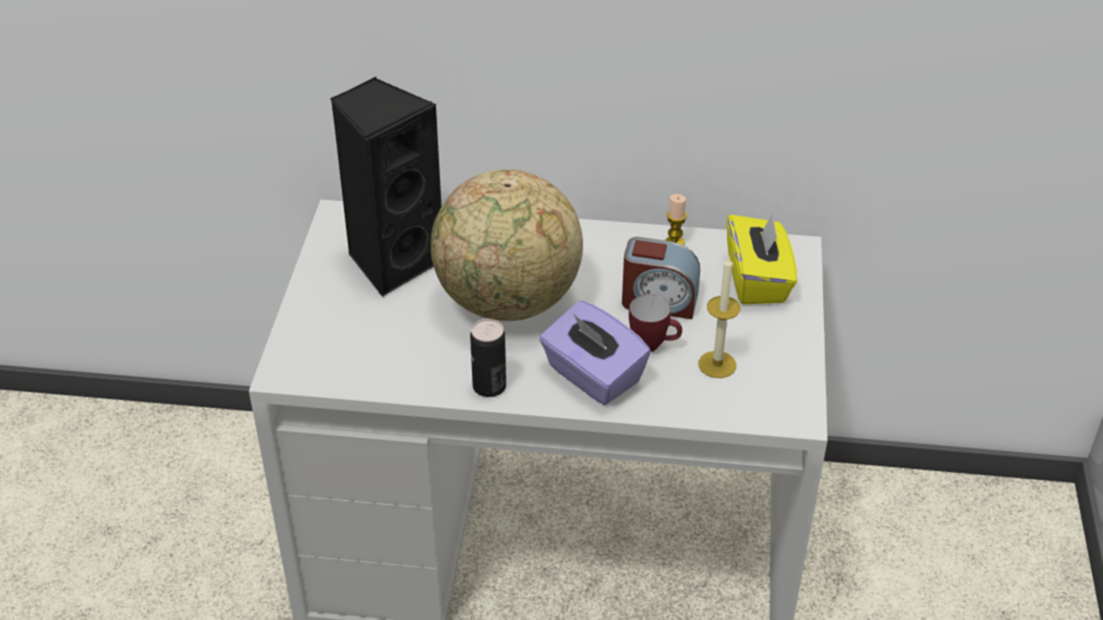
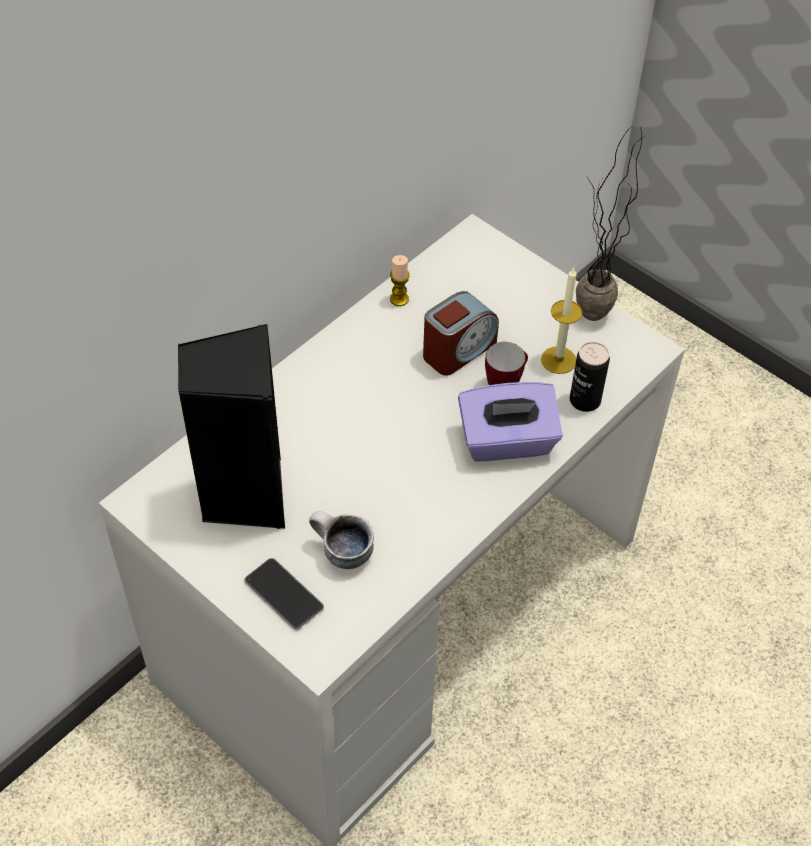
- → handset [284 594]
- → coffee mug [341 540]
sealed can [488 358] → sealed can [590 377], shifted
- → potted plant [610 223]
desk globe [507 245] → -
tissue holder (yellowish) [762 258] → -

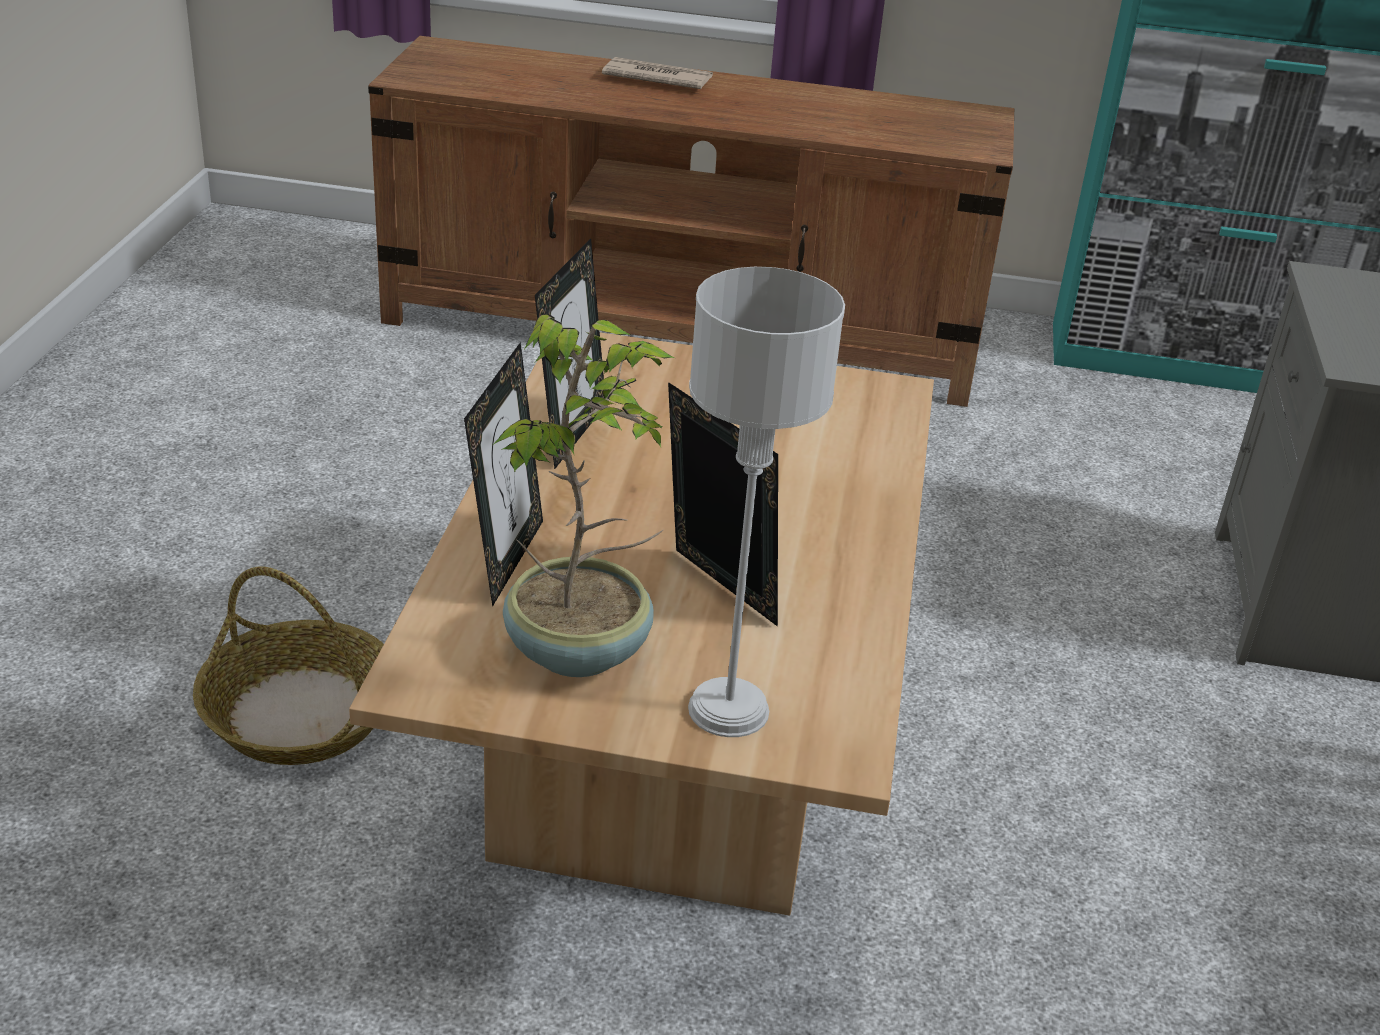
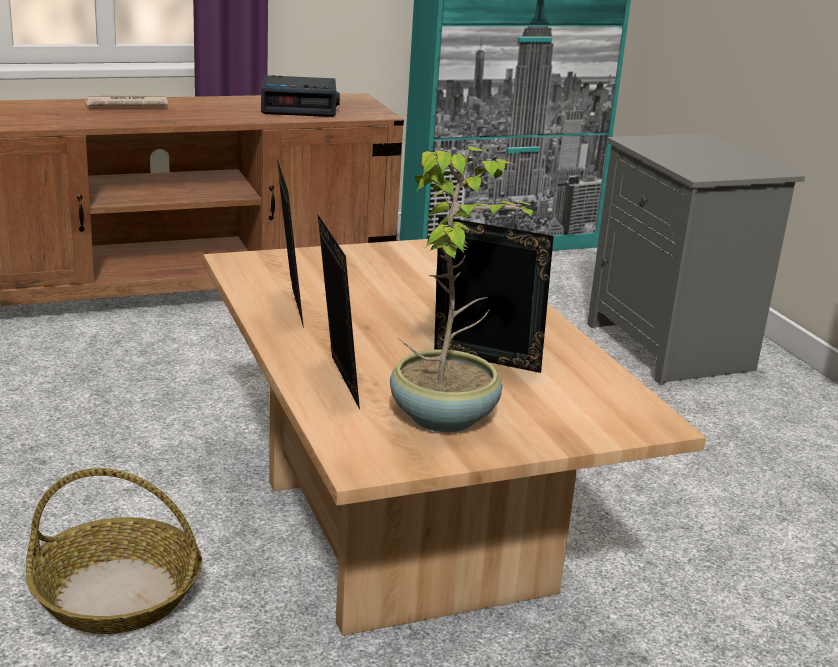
- → alarm clock [300 96]
tabletop lamp (grey) [766 502] → -

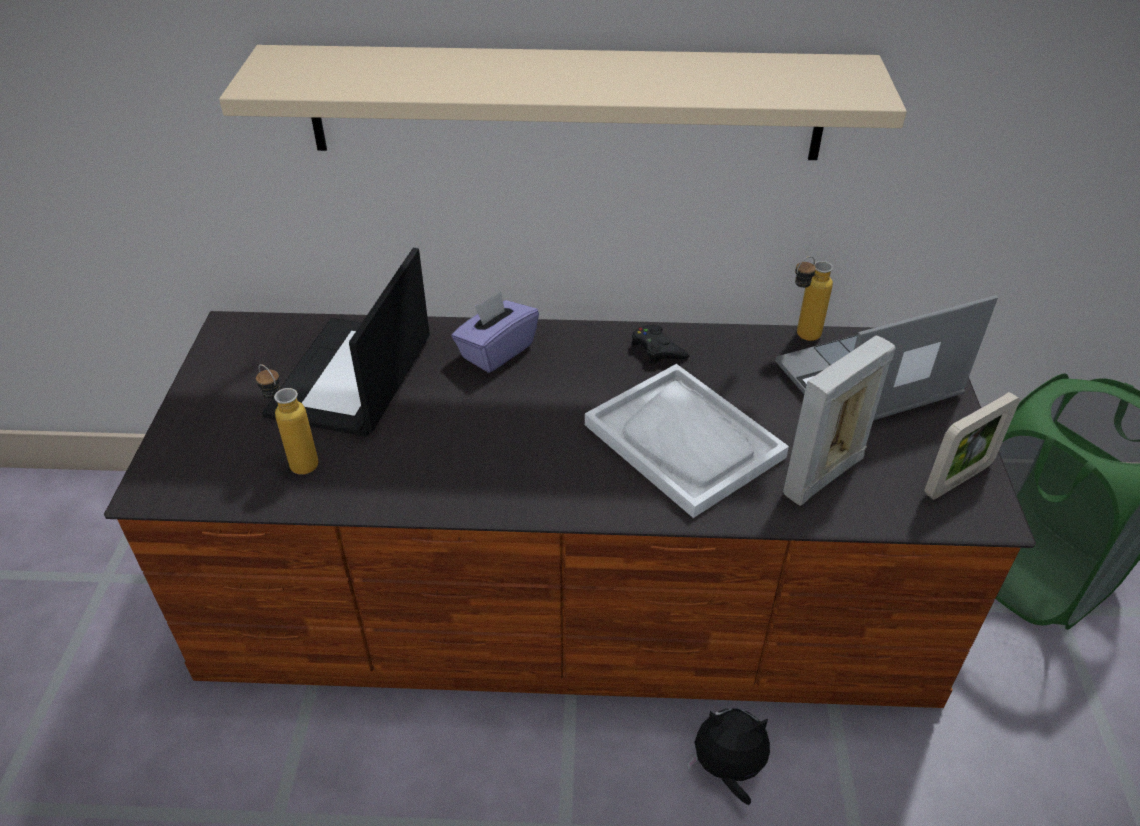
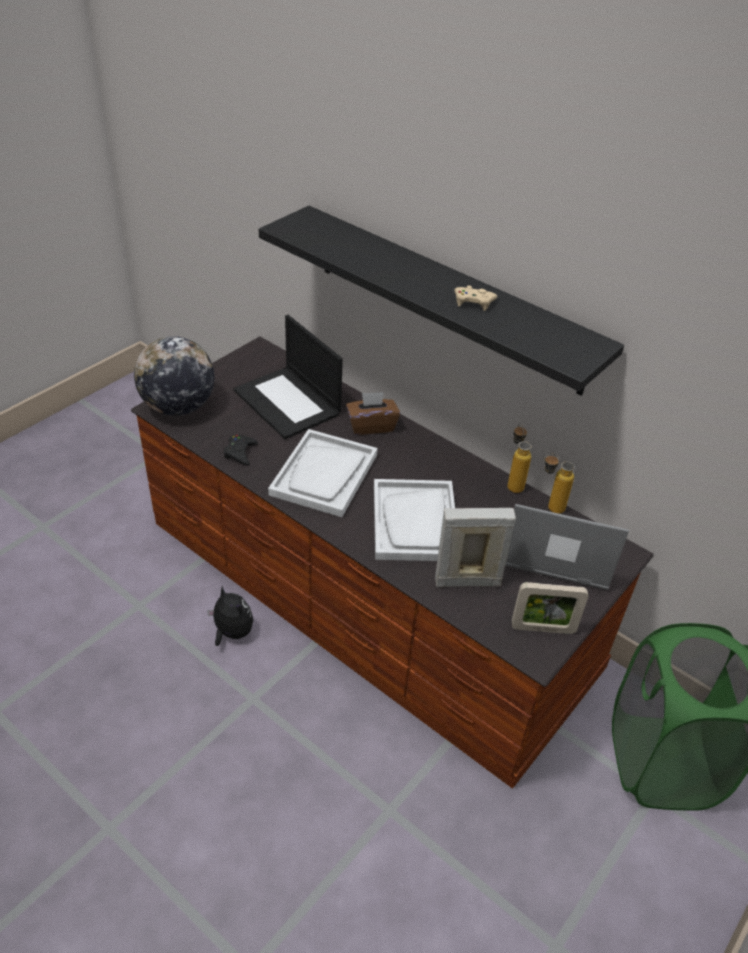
- → desk globe [174 376]
plush toy [728 756] → plush toy [230 616], shifted
game controller (black-coloured) [660 344] → game controller (black-coloured) [241 450], shifted
notebook computer [346 342] → notebook computer [288 377], 90 degrees counterclockwise
shelf (sand-coloured) [563 102] → shelf (black-coloured) [441 301]
- → carrying tray (whitish) [323 473]
tissue holder (purple) [495 332] → tissue holder (brown-coloured) [373 413]
- → game controller (sand-coloured) [475 298]
bottle [287 419] → bottle [519 458], shifted

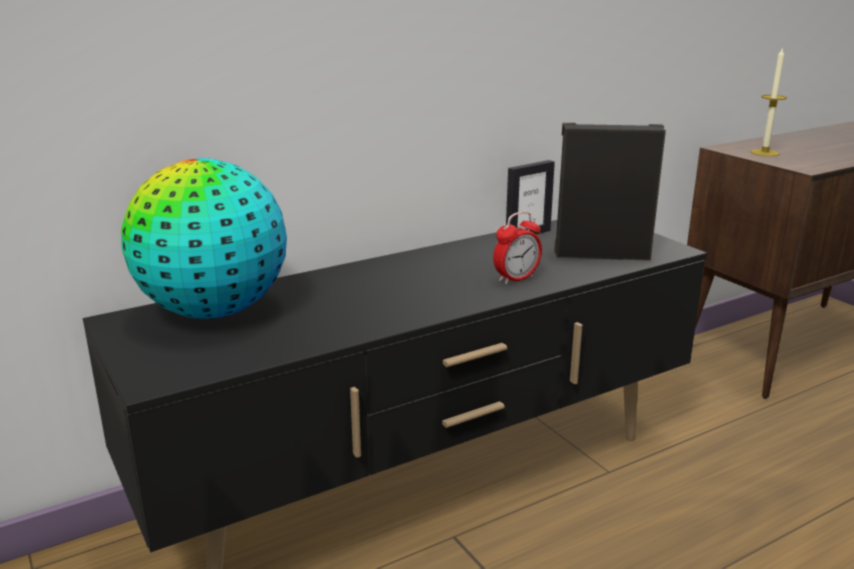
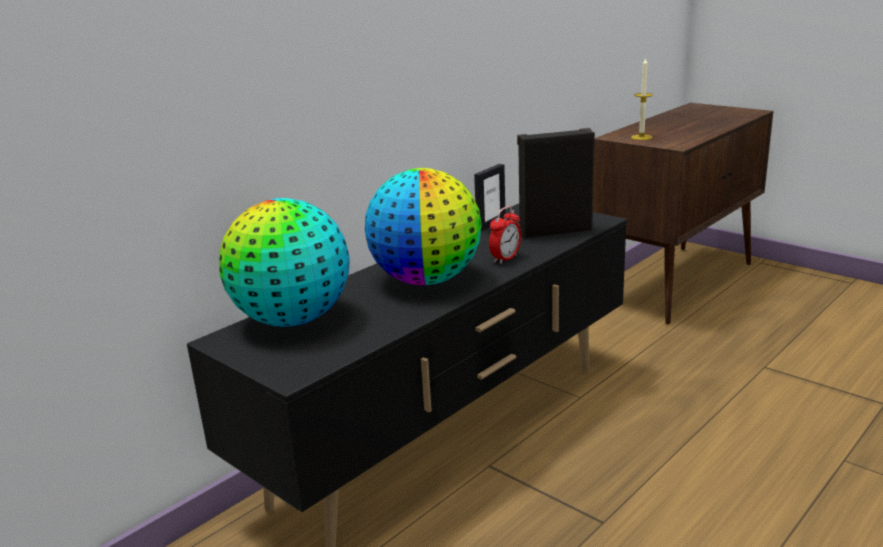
- → desk globe [423 226]

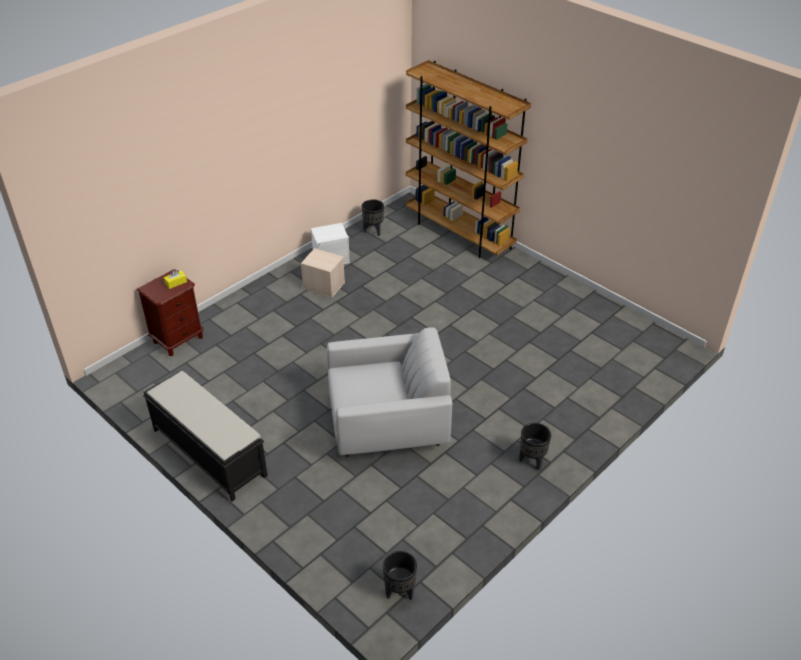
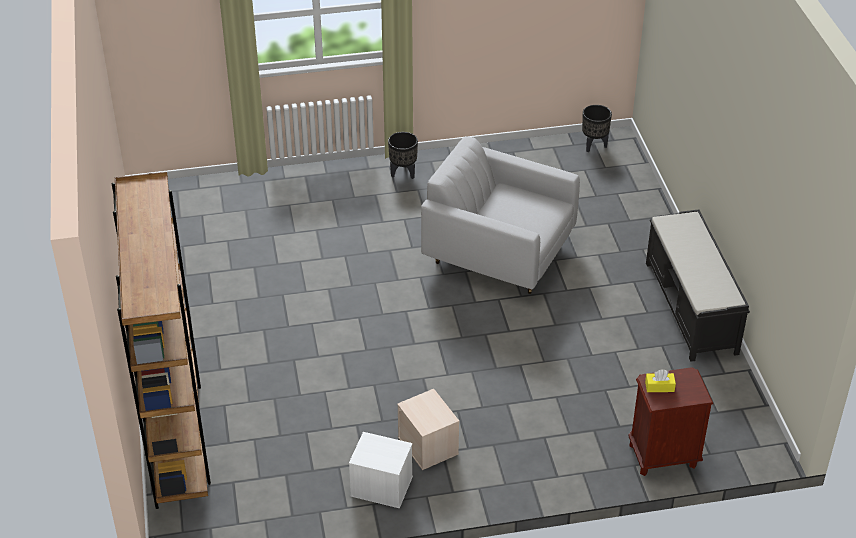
planter (black-coloured) [373 217] → -

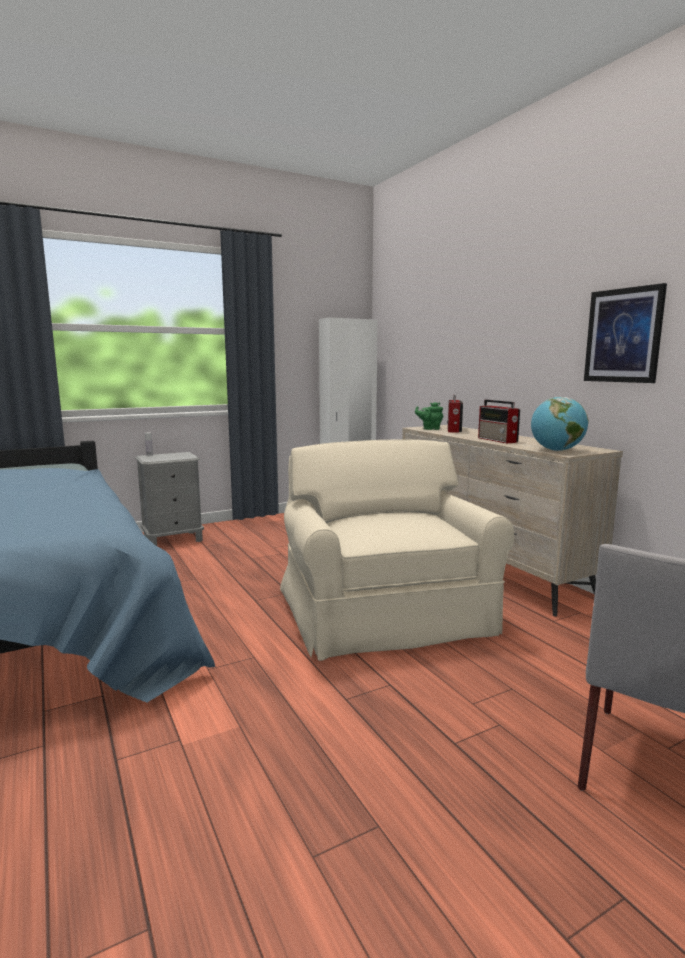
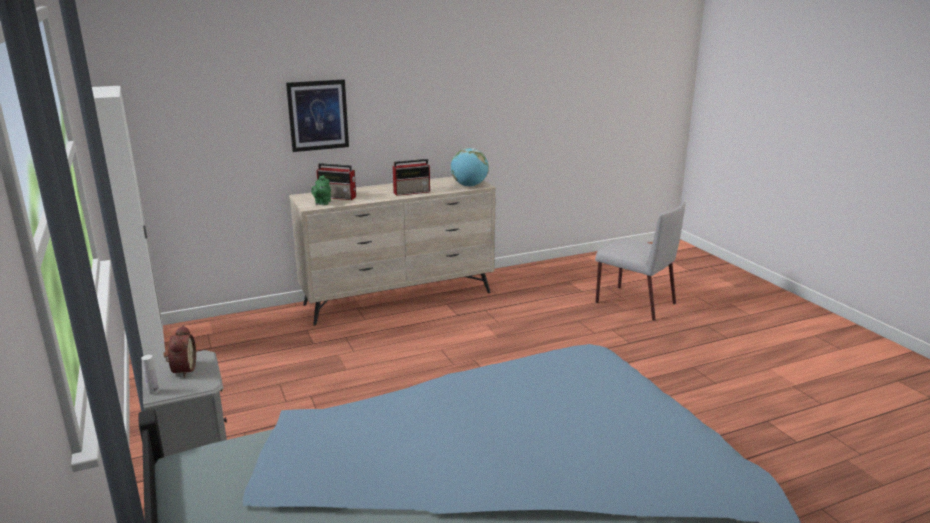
- → alarm clock [180 351]
wall picture [625 333] → wall picture [317 115], shifted
easy chair (sand-coloured) [397 550] → -

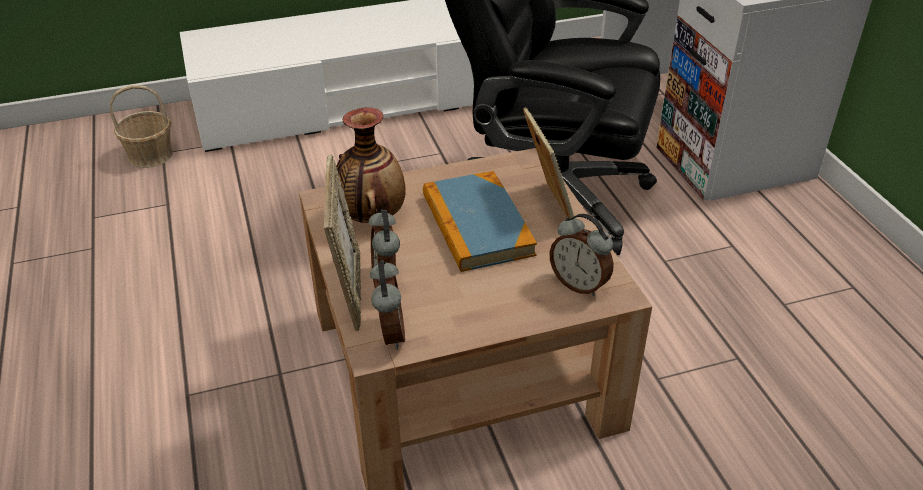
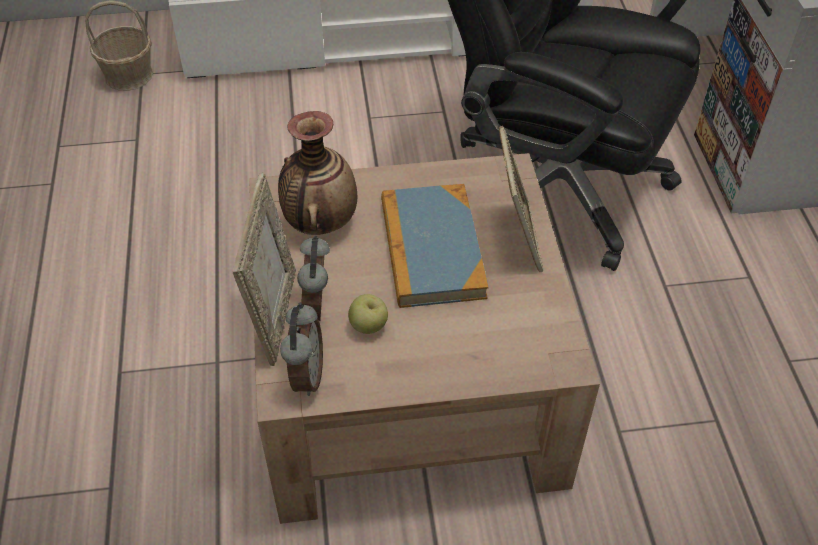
- → apple [368 314]
alarm clock [582 254] → -

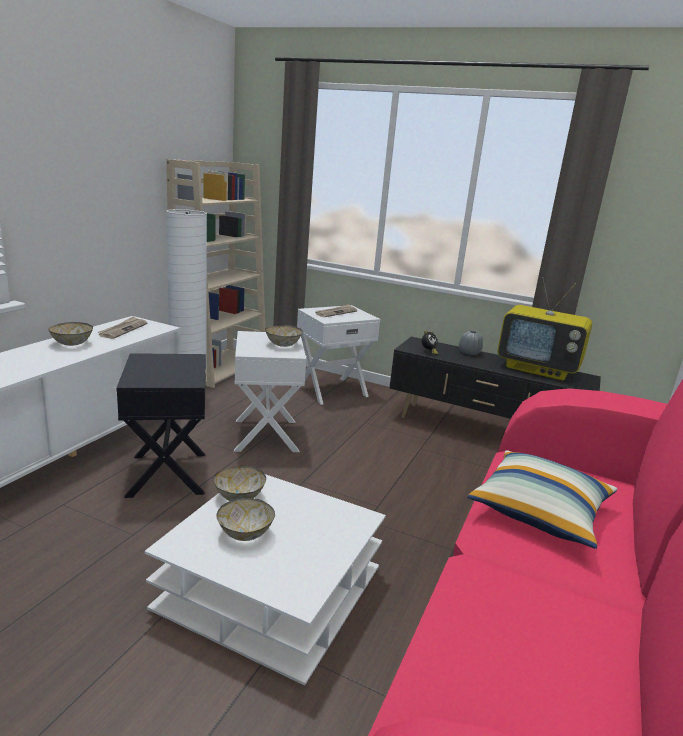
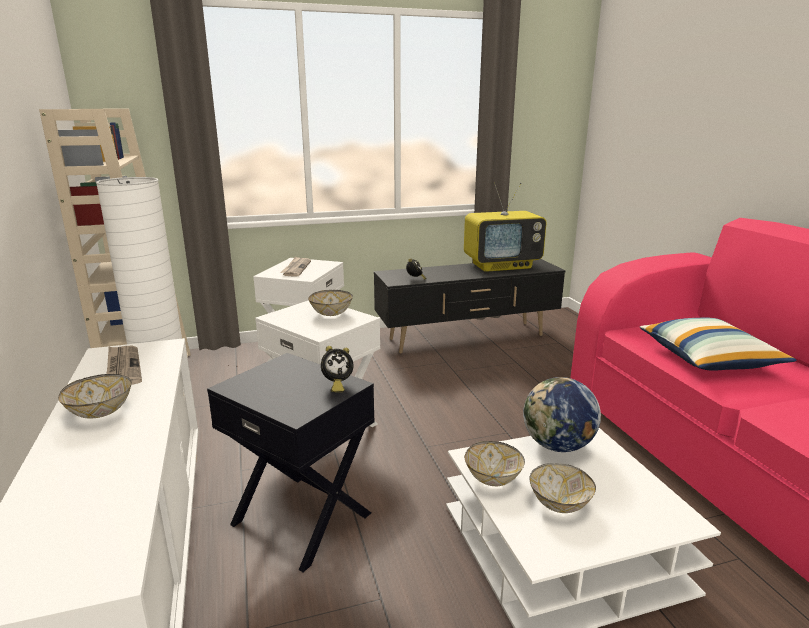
- → alarm clock [337 369]
- → desk globe [562 414]
decorative vase (grey) [471 343] → -

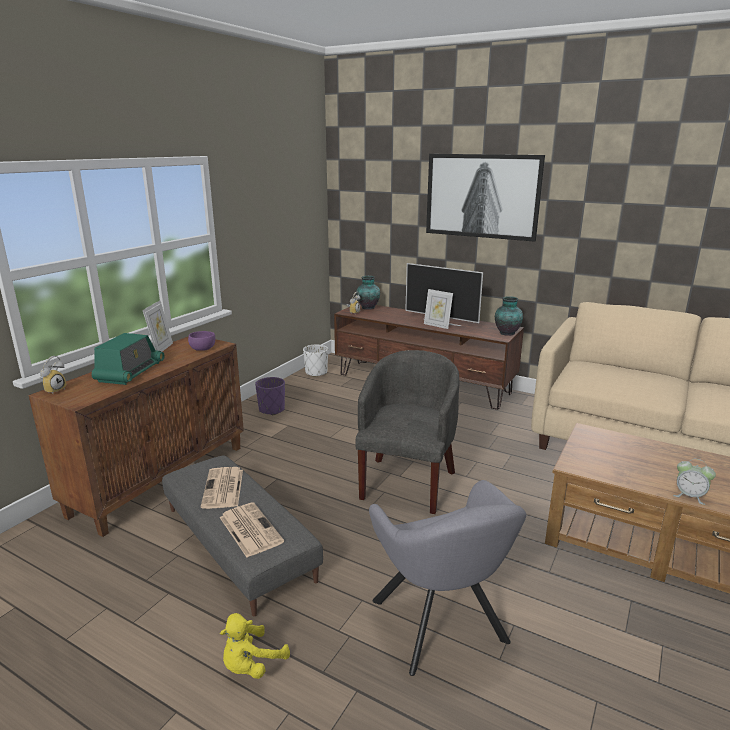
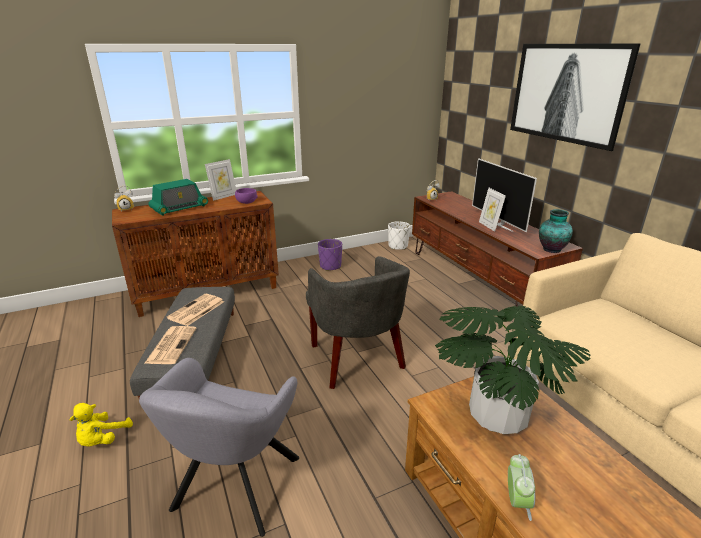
plush toy (yellowish) [255 646] → plush toy (yellowish) [101 425], 60 degrees counterclockwise
easy chair (grey) [407 432] → easy chair (grey) [358 322], 105 degrees clockwise
- → potted plant [513 370]
alarm clock [694 482] → alarm clock [521 487], 150 degrees counterclockwise
decorative vase [368 293] → -

